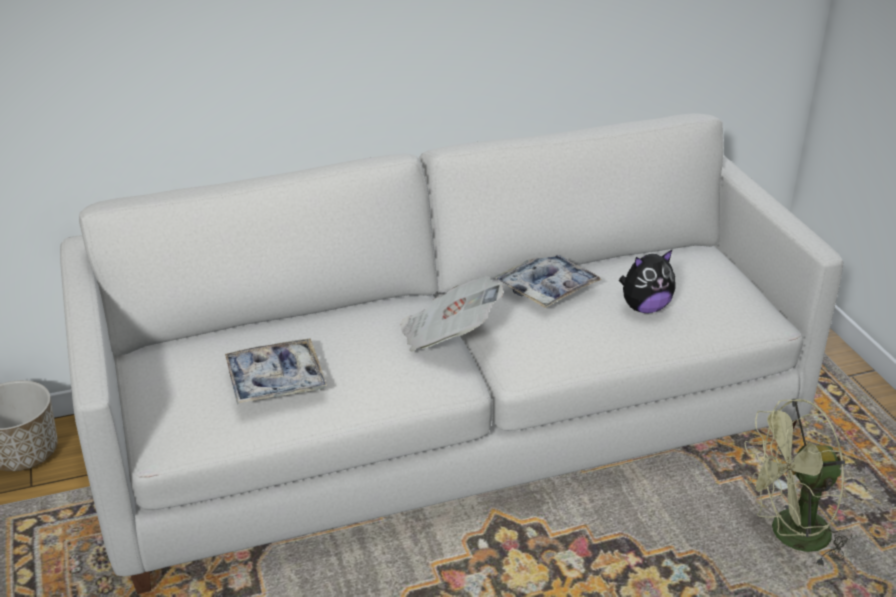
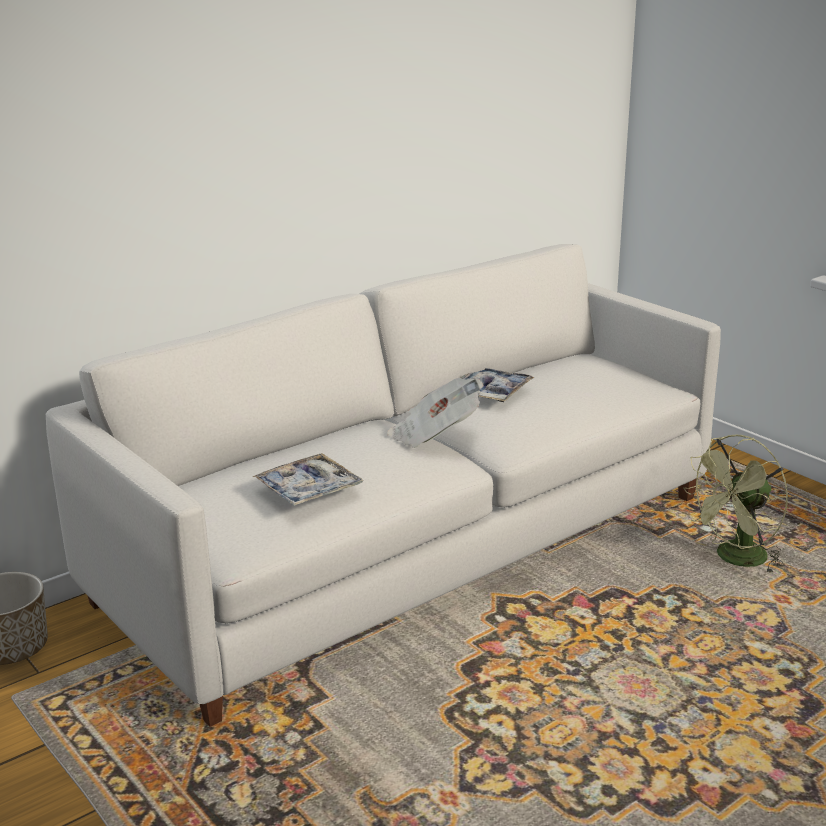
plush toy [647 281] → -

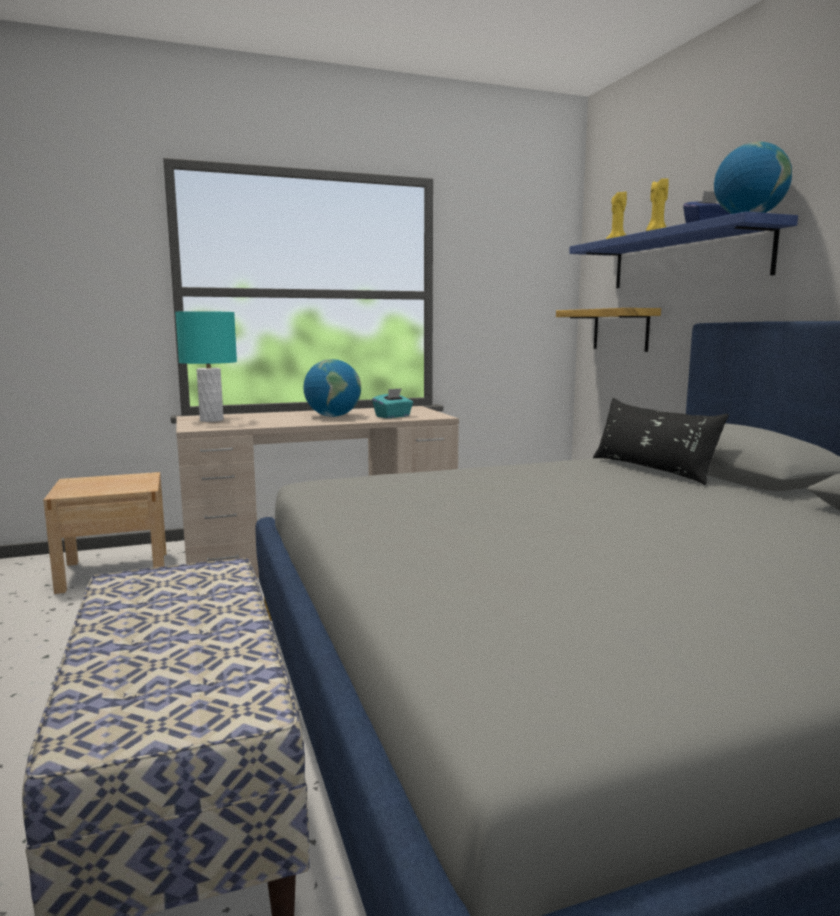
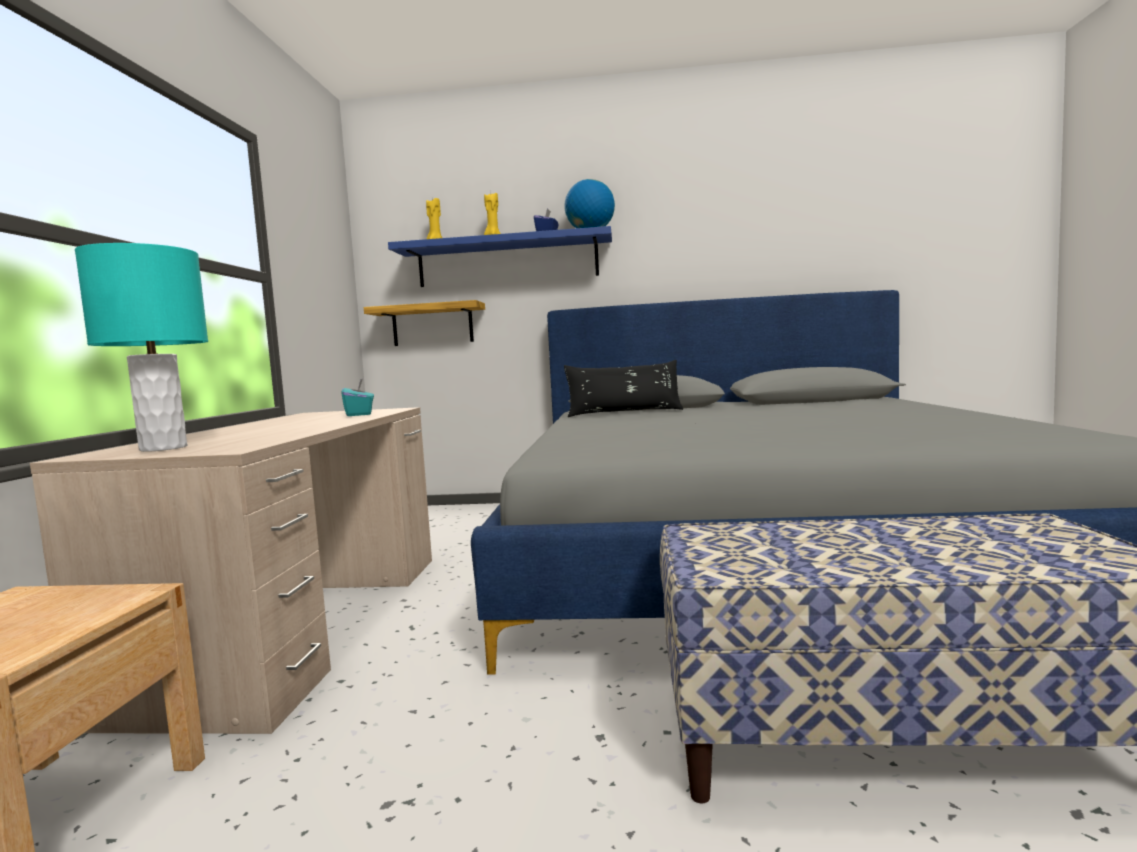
desk globe [332 388] → -

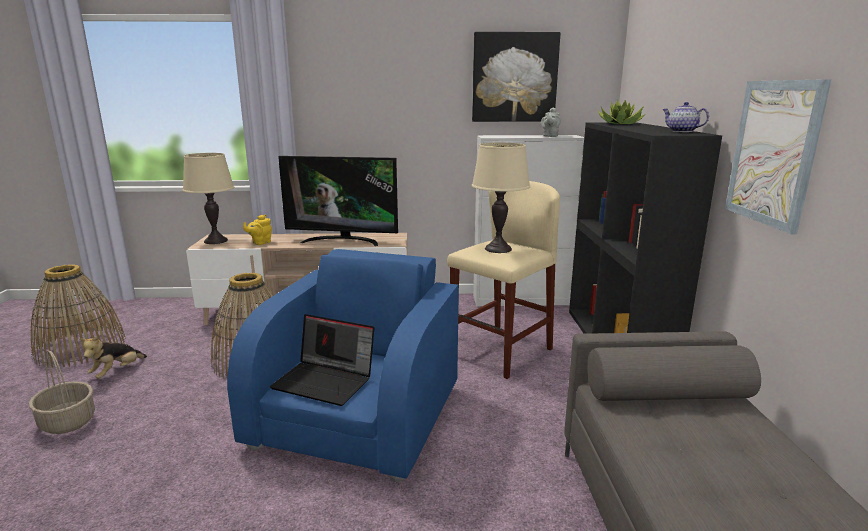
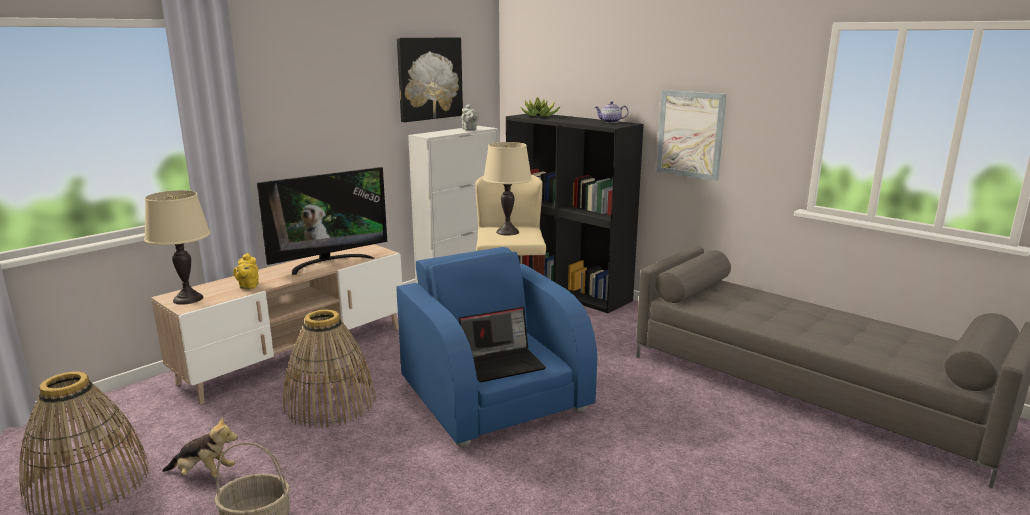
plush toy [113 357] → plush toy [200 447], 60 degrees counterclockwise

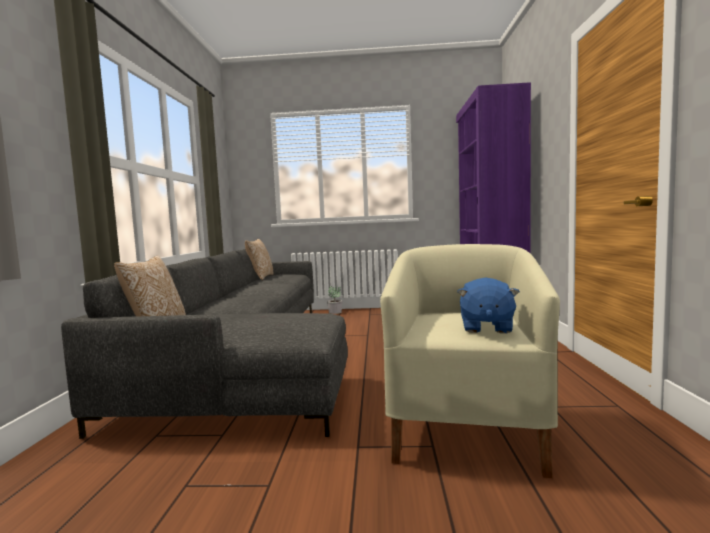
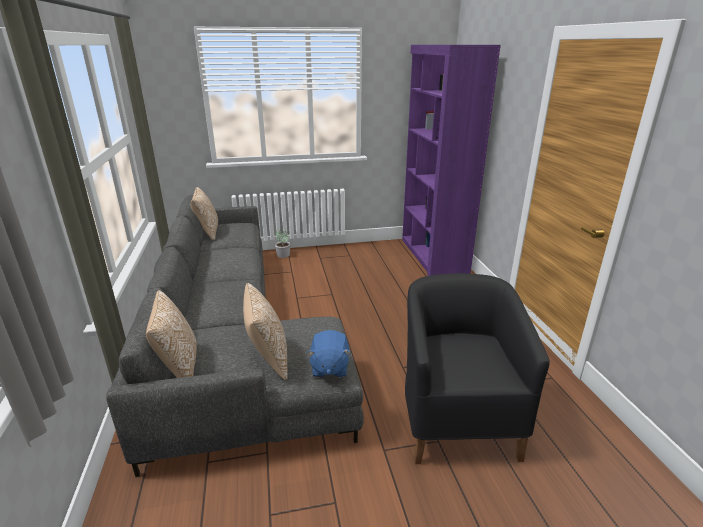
- → pillow [265 331]
plush toy (blue-coloured) [488 306] → plush toy (blue-coloured) [329 354], shifted
easy chair (sand-coloured) [470 361] → easy chair (black-coloured) [477 368]

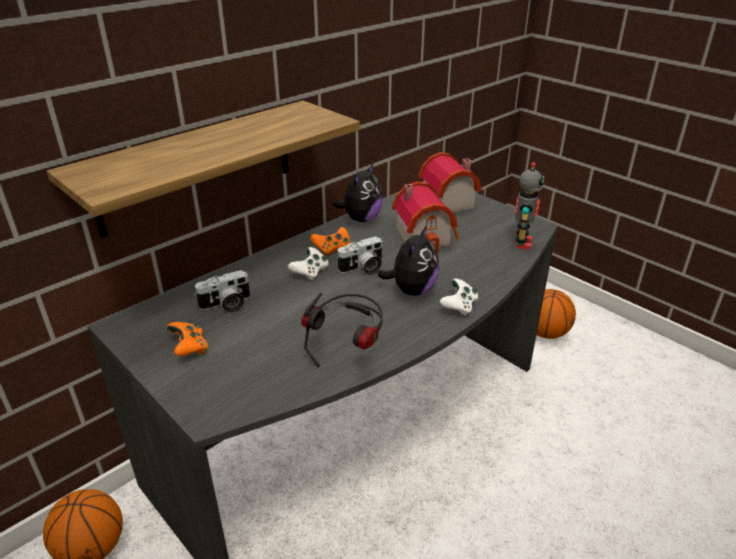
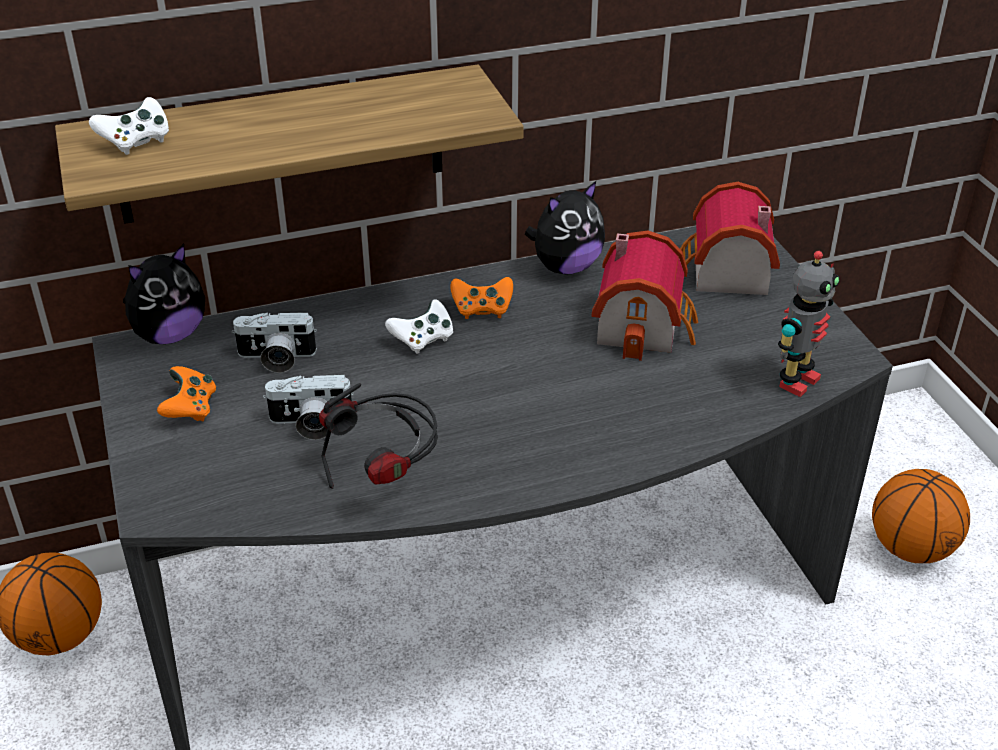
game controller (whitish) [459 297] → game controller (whitish) [129 126], shifted
plush toy [408 260] → plush toy [164 294], shifted
photo camera [359 255] → photo camera [308 407], shifted

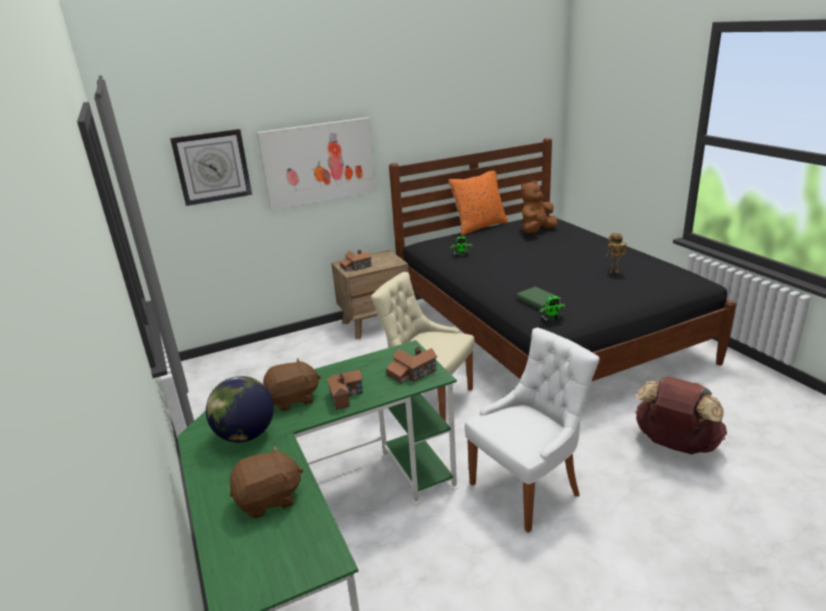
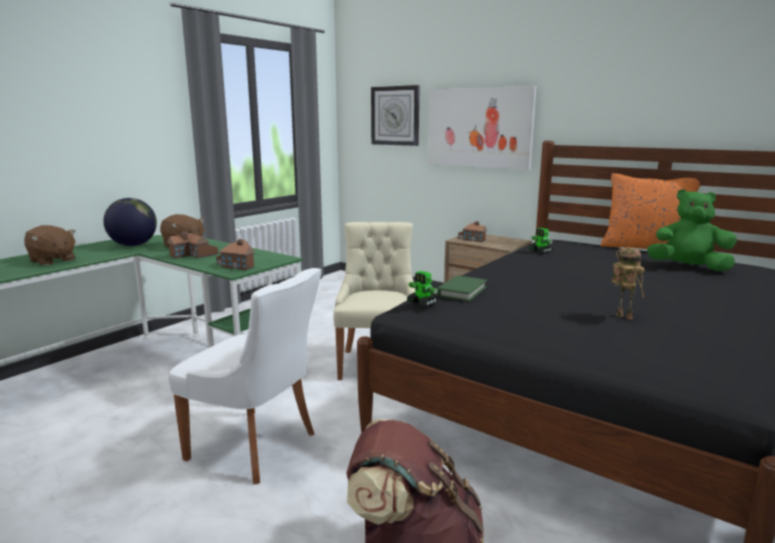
plush toy (brown-coloured) [539 207] → plush toy (greenish) [692 230]

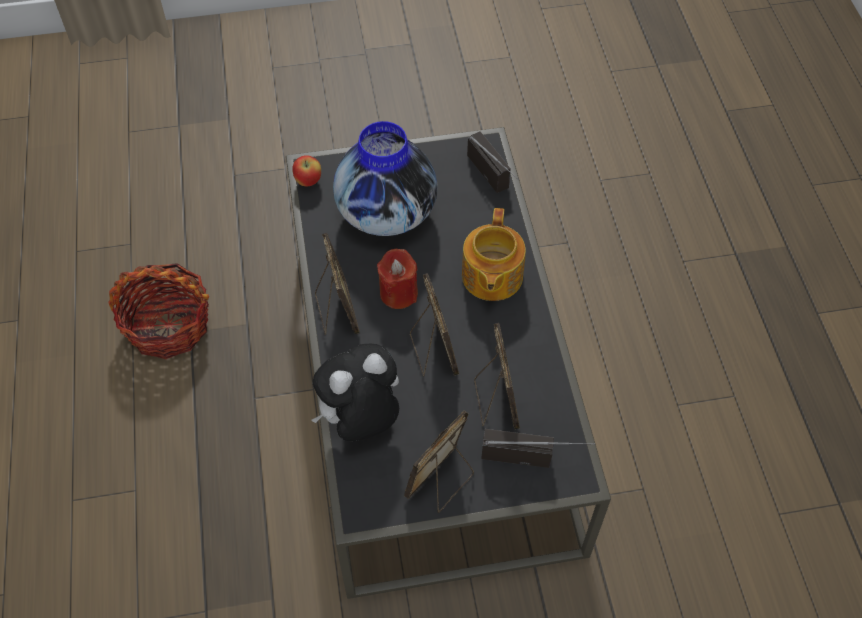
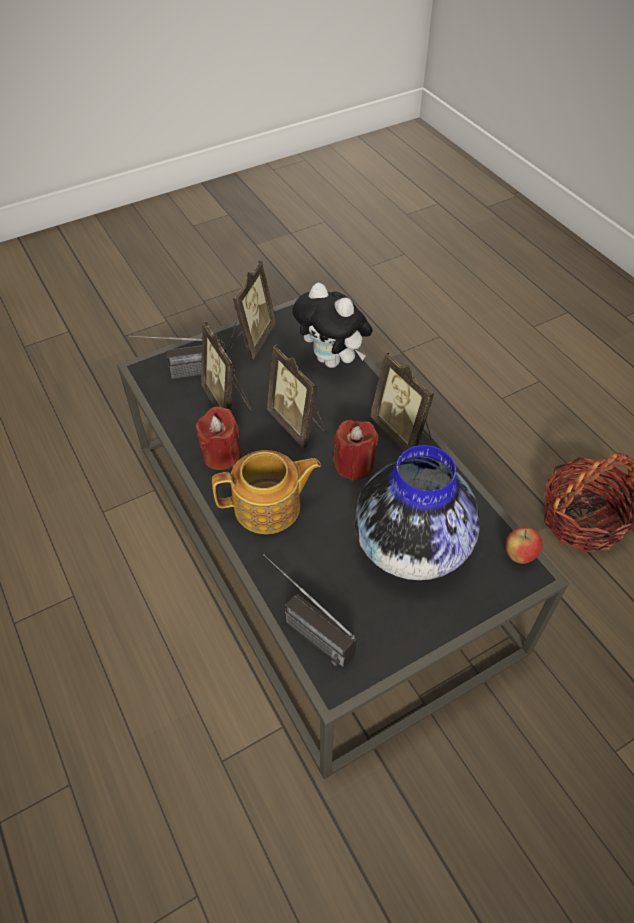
- → wax candle (reddish) [218 438]
pot for tea [494 254] → pot for tea [266 492], 90 degrees clockwise
plush toy [355 392] → plush toy [332 325], 90 degrees clockwise

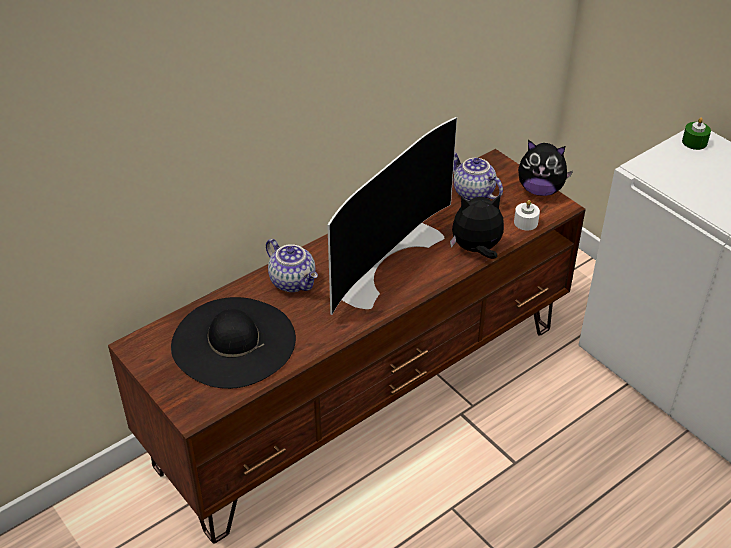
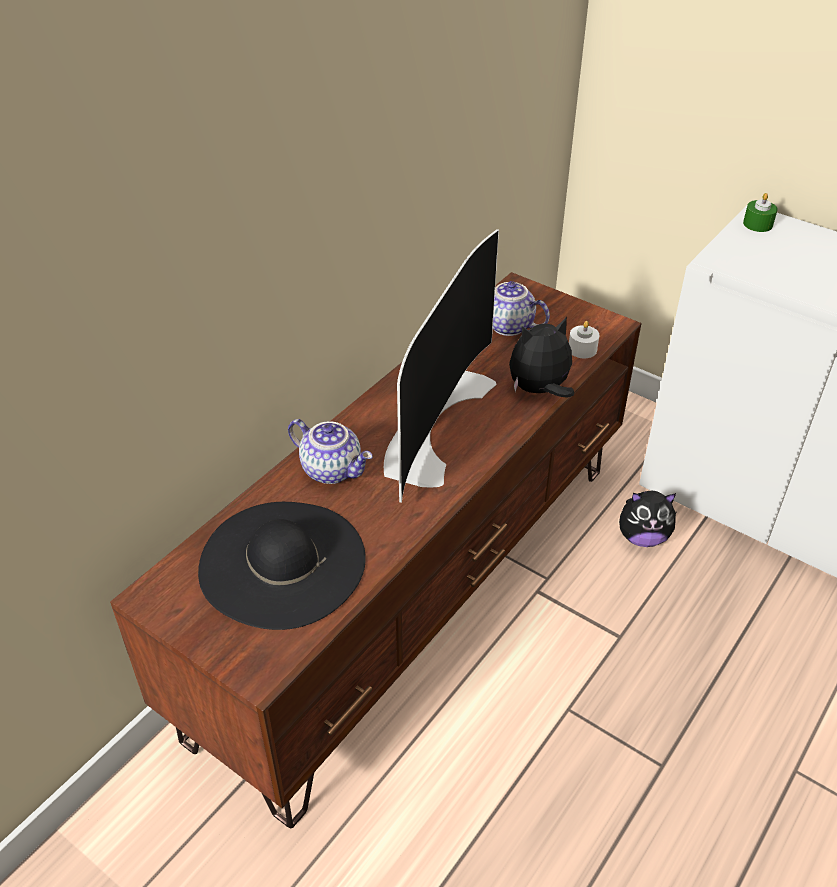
plush toy [545 168] → plush toy [647 519], shifted

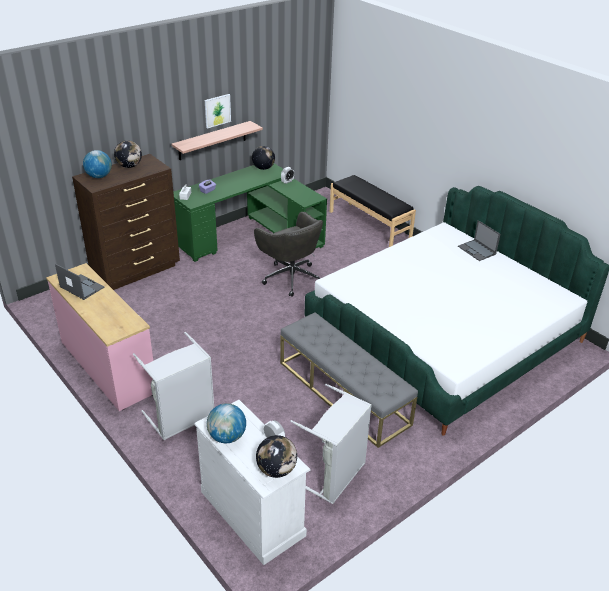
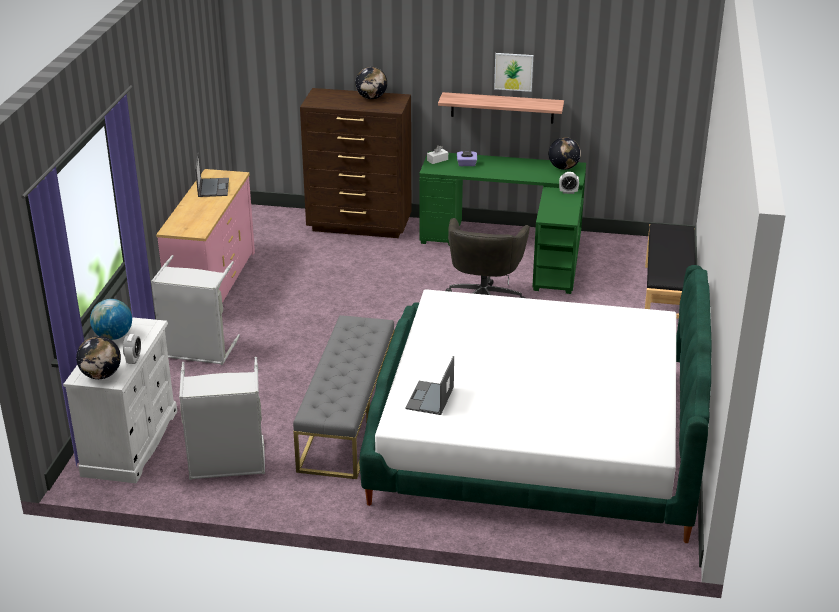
notebook computer [479 240] → notebook computer [430 385], shifted
desk globe [97 164] → -

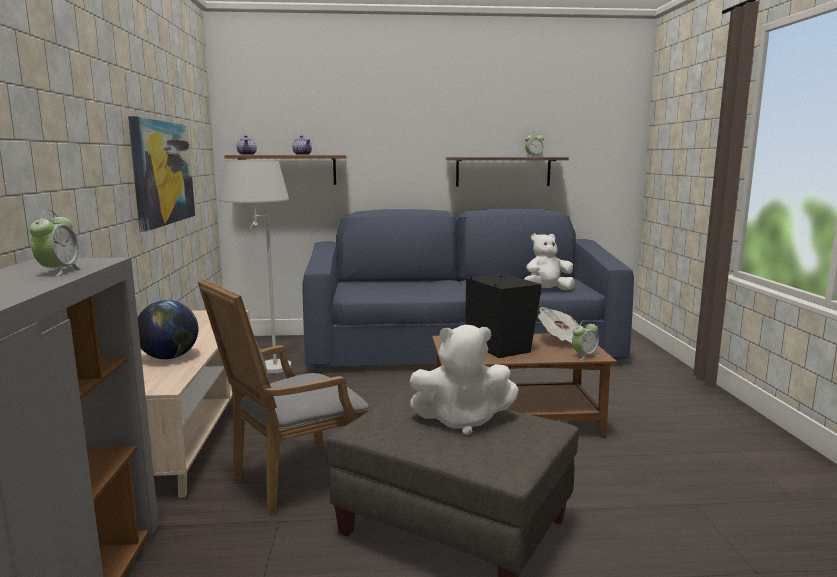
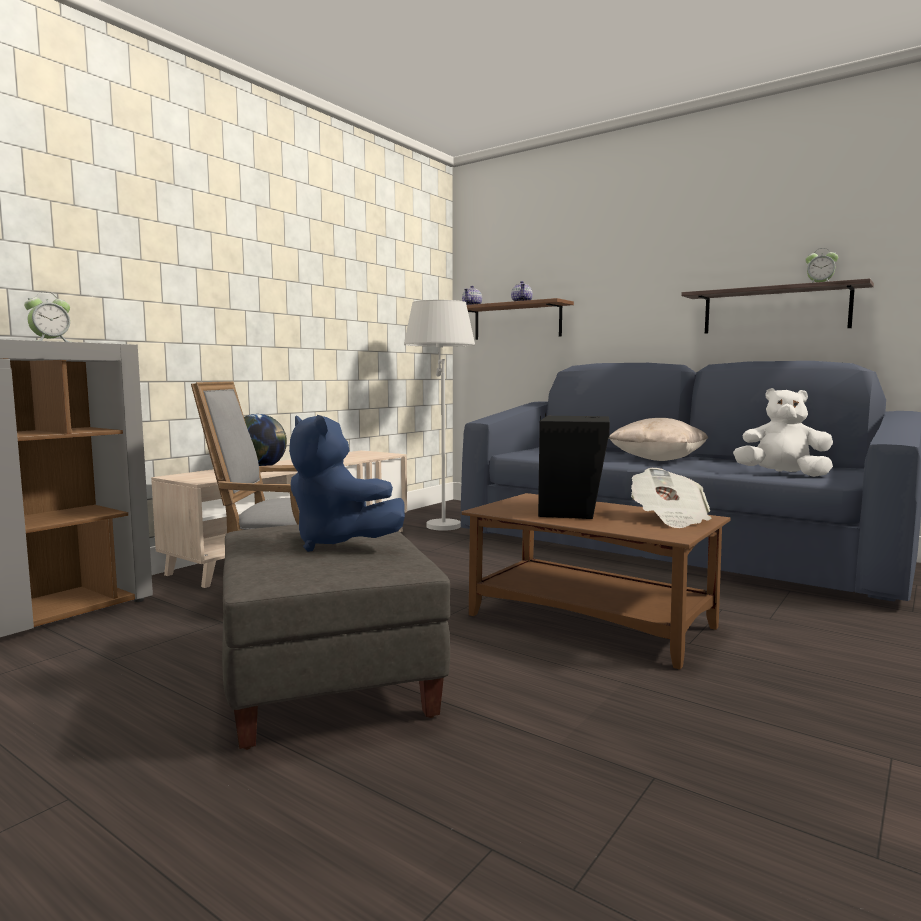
plush toy (whitish) [464 380] → plush toy (blue-coloured) [347 483]
- → pillow (sand-coloured) [658 439]
wall picture [161 173] → -
alarm clock [585 340] → -

